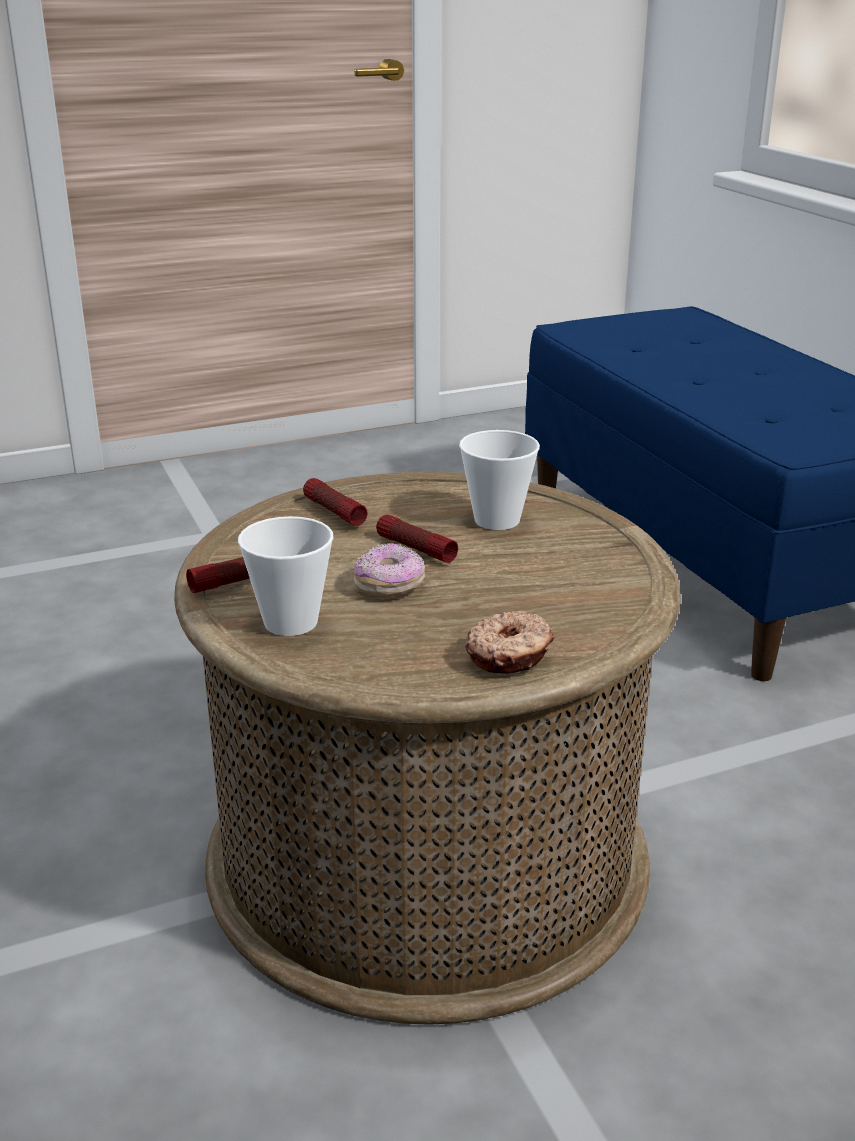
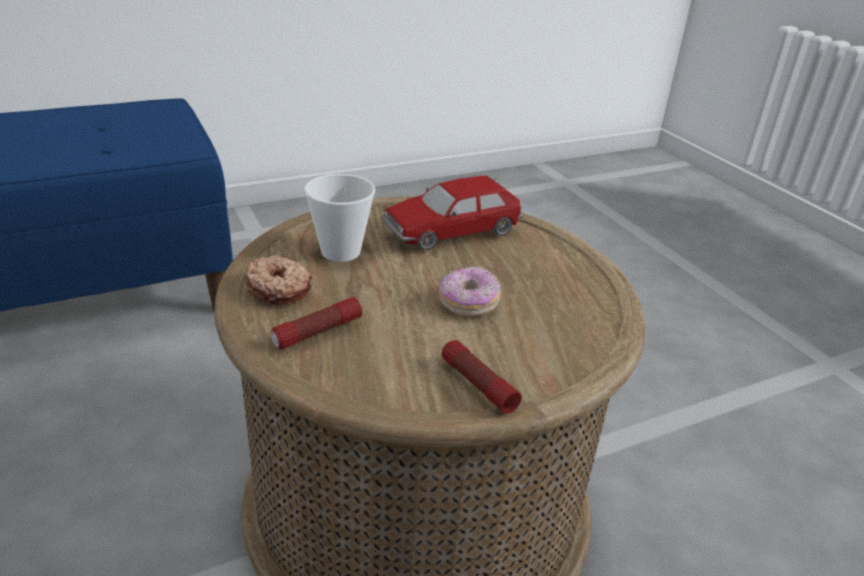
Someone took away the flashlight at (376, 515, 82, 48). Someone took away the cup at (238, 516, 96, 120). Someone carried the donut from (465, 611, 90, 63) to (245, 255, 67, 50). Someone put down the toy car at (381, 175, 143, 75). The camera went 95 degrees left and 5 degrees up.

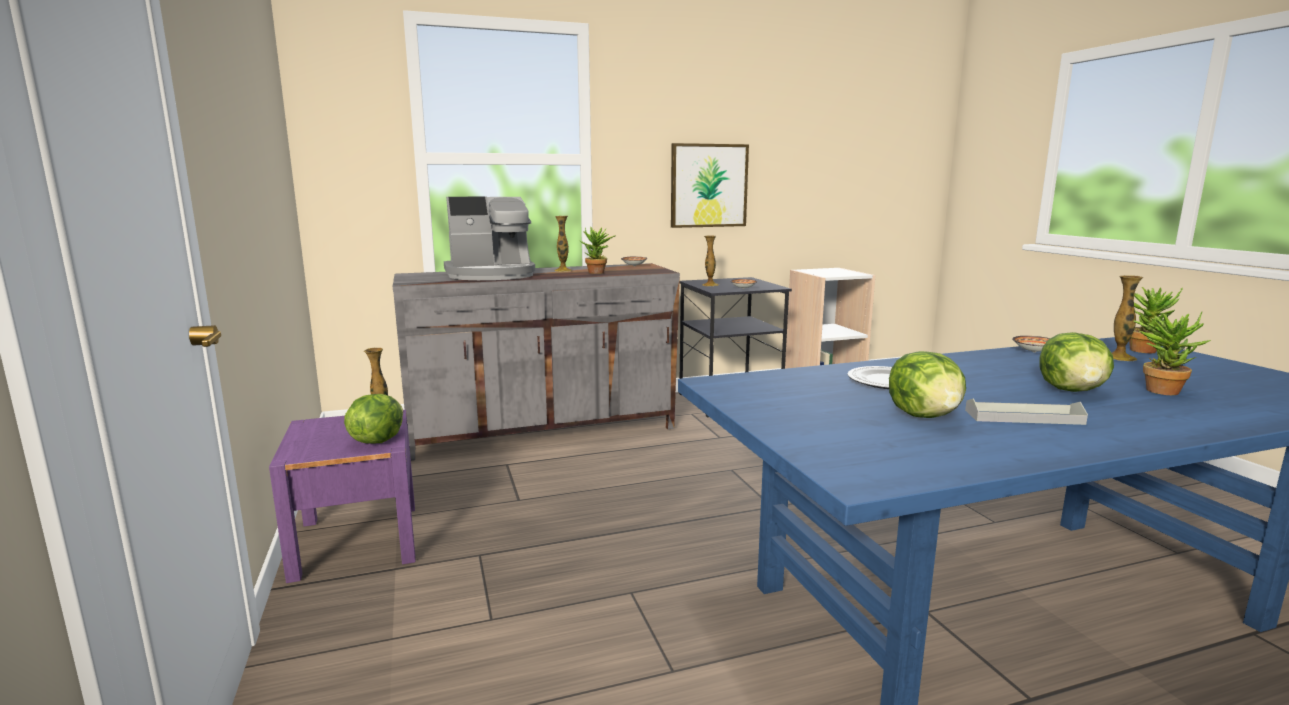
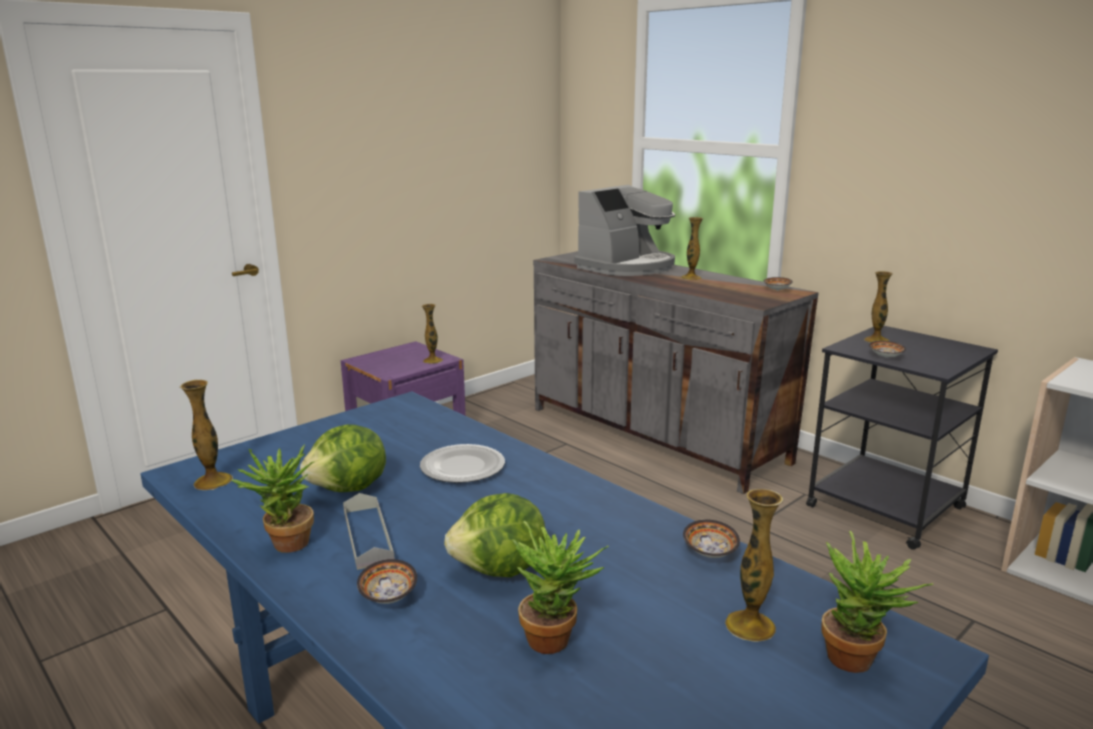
Someone took away the picture at (671, 143, 78, 85). Someone rotated the coffee machine at (444, 196, 91, 84) by 90 degrees counterclockwise. Someone carried the potted plant from (580, 227, 36, 47) to (231, 444, 84, 109). Someone took away the lettuce at (344, 394, 59, 50). Someone put down the vase at (180, 380, 53, 110). Someone put down the bowl at (357, 559, 60, 45). The camera went 65 degrees right and 5 degrees up.

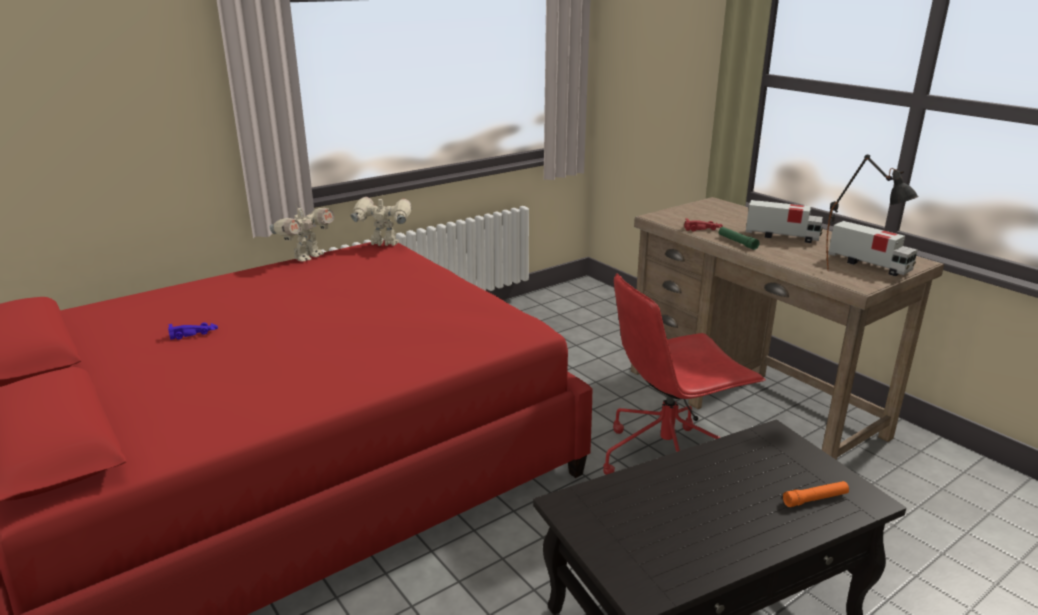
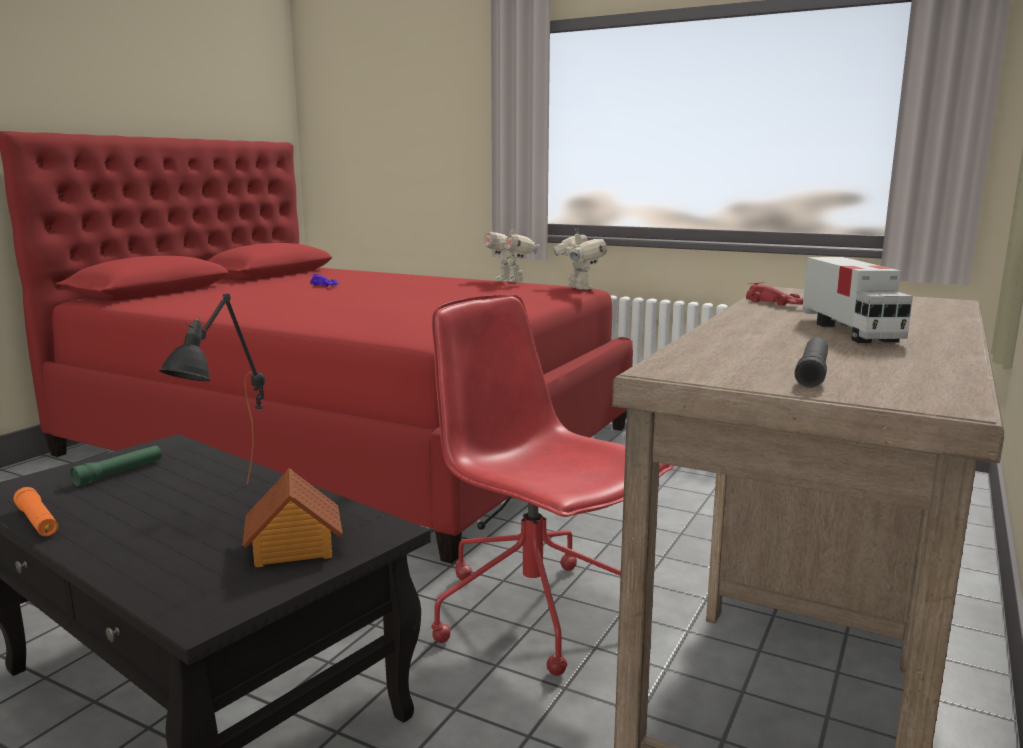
Someone carried the table lamp in black from (826, 154, 93, 117) to (159, 293, 106, 192). Someone rotated the toy robot at (270, 204, 64, 58) by 45 degrees clockwise. Someone swapped the toy truck at (828, 221, 89, 55) for the flashlight in black at (794, 338, 34, 50). Someone carried the flashlight in green from (719, 227, 41, 23) to (70, 446, 92, 40). Someone carried the flashlight in orange from (783, 481, 66, 26) to (13, 487, 45, 49). Someone put down the toy house at (242, 468, 101, 100). The camera went 65 degrees right and 10 degrees down.

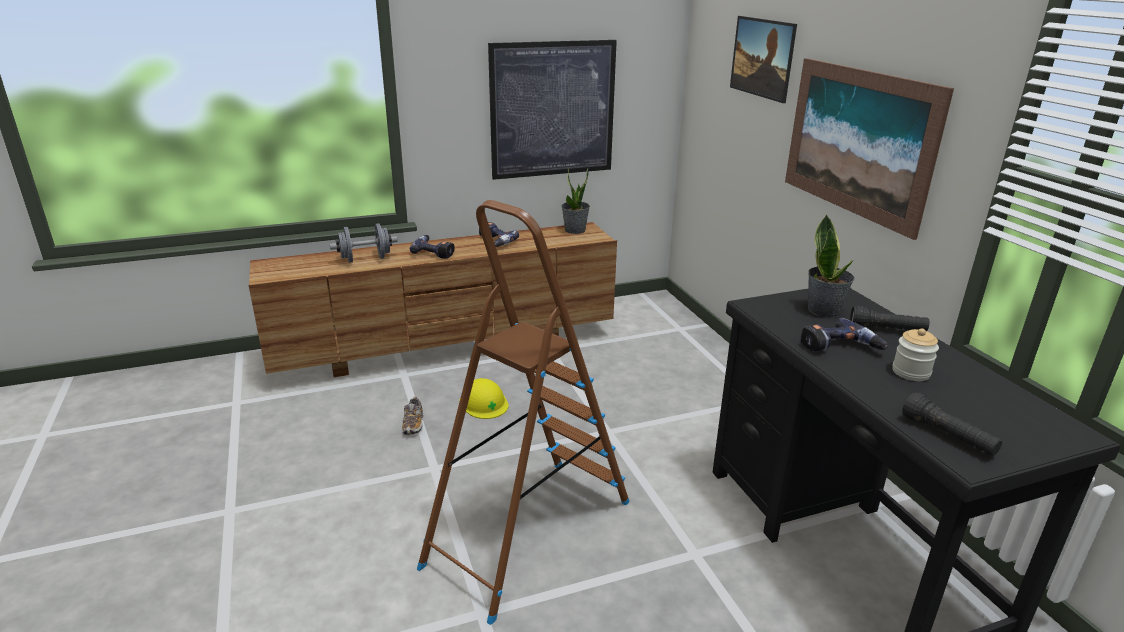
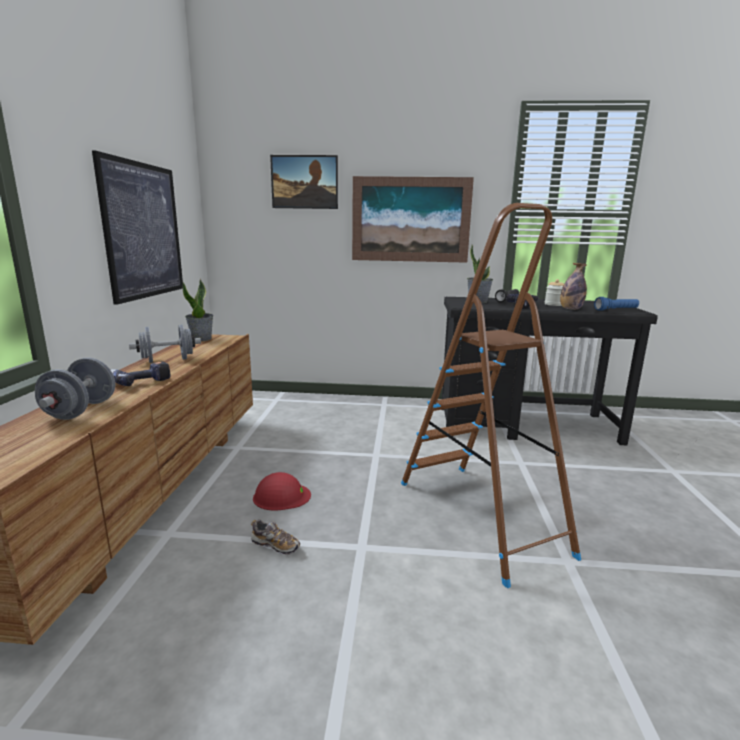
Someone swapped the power drill at (479, 222, 40, 25) for the dumbbell in grey at (129, 325, 72, 38). Someone repainted the hard hat in yellow at (459, 378, 50, 41), which became the hard hat in red at (253, 472, 58, 38). Someone repainted the flashlight in black at (902, 392, 100, 64), which became the flashlight in blue at (594, 297, 45, 14). Someone put down the bottle at (560, 263, 27, 47). The camera went 65 degrees left and 10 degrees down.

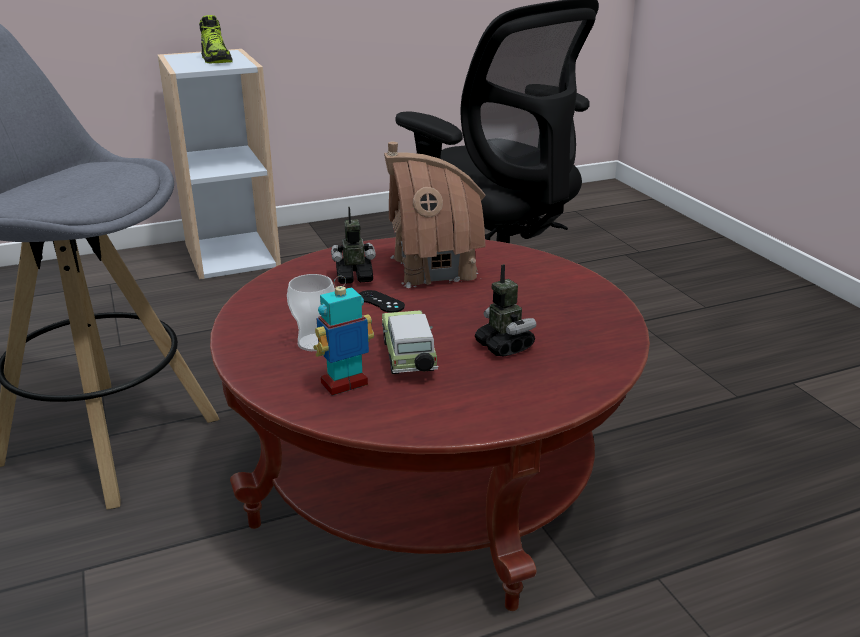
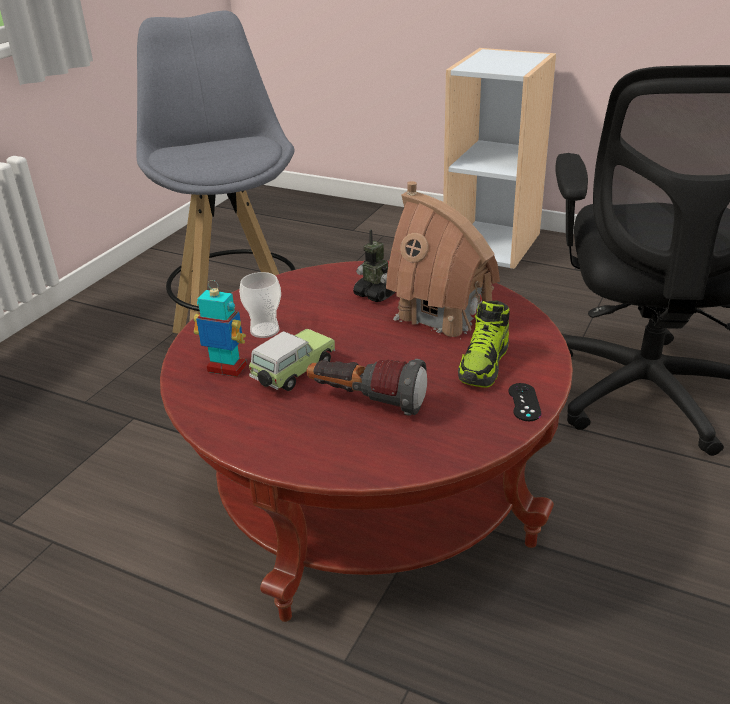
Someone carried the shoe from (199, 15, 33, 49) to (458, 300, 52, 87). Someone swapped the toy robot at (475, 264, 61, 93) for the flashlight at (307, 359, 120, 57). Someone carried the game controller in black from (359, 290, 46, 23) to (508, 383, 33, 38). The camera went 50 degrees right and 5 degrees up.

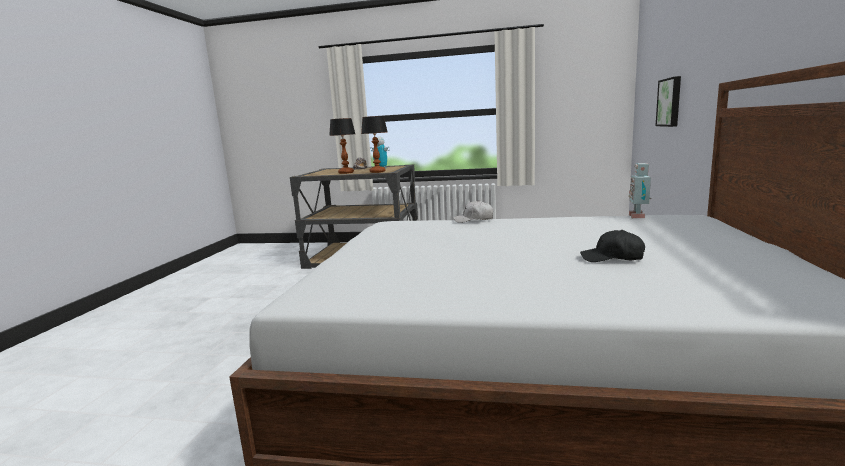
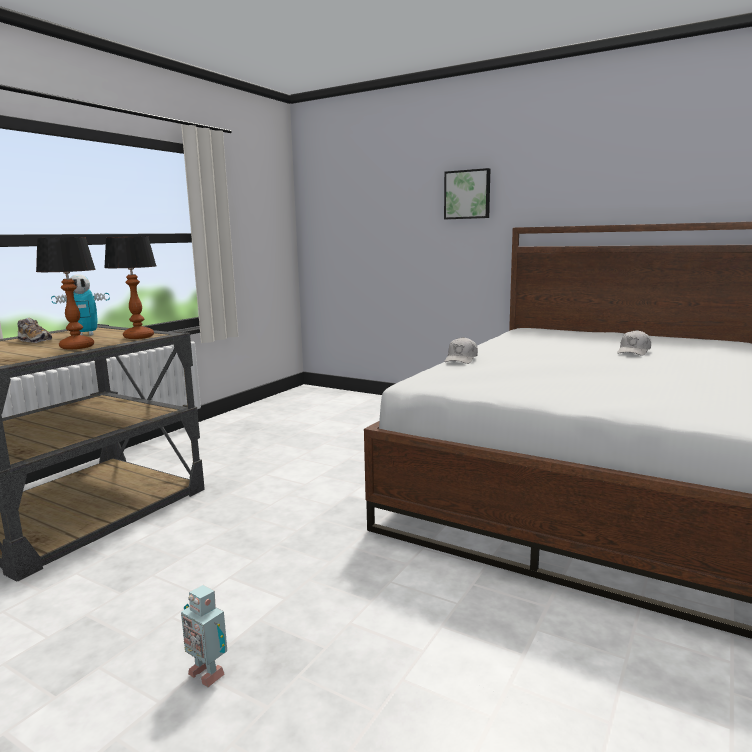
Someone carried the picture from (656, 76, 25, 51) to (444, 168, 46, 51). Someone carried the toy robot from (629, 163, 22, 55) to (181, 585, 46, 102). Someone repainted the cap in black at (580, 230, 65, 32), which became the cap in white at (617, 330, 34, 26). The camera went 70 degrees left and 0 degrees up.

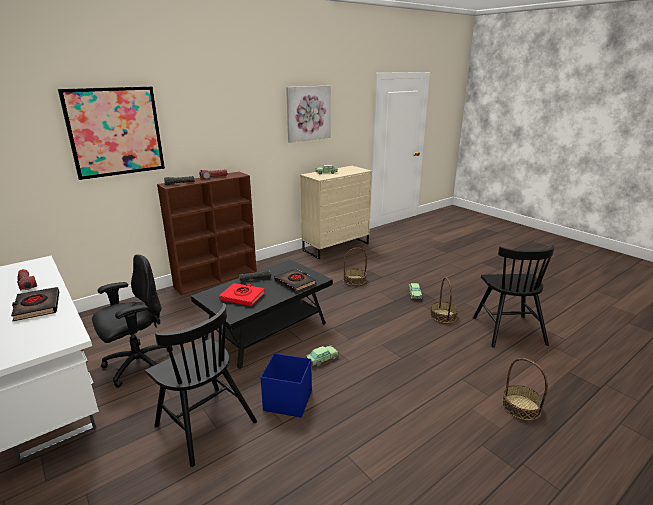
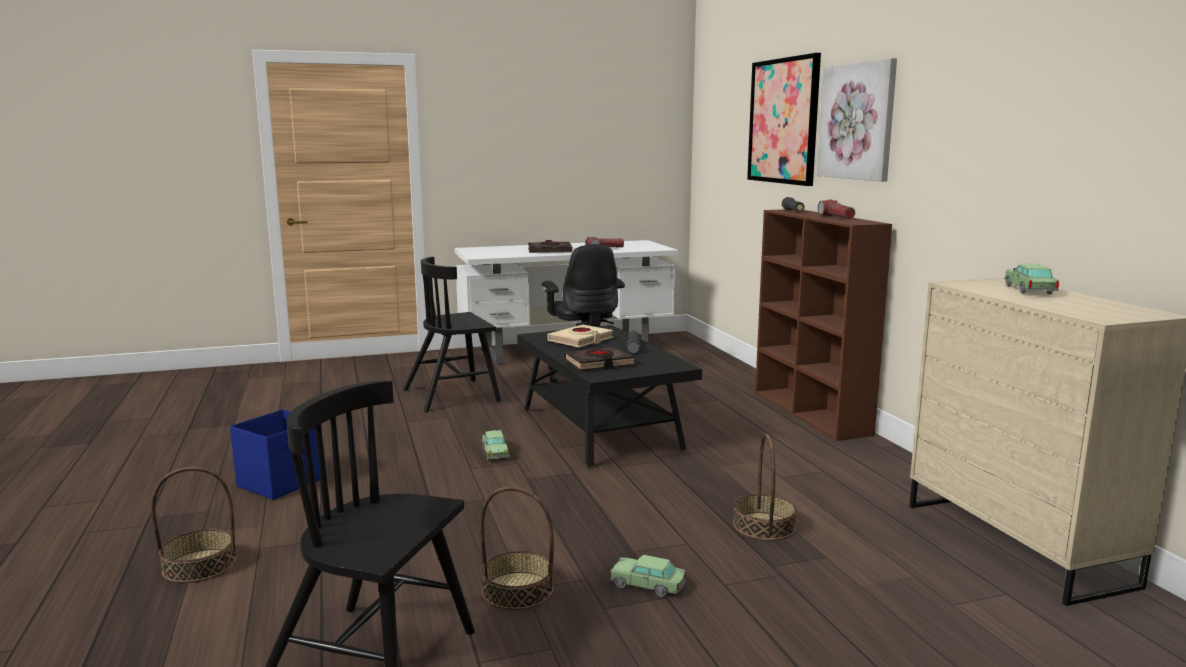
Someone carried the picture from (286, 86, 45, 57) to (816, 58, 81, 124). Someone repainted the book in red at (219, 283, 46, 23), which became the book in beige at (548, 325, 65, 22). Someone carried the storage box in blue from (260, 353, 52, 65) to (230, 409, 90, 91). The camera went 110 degrees right and 10 degrees down.

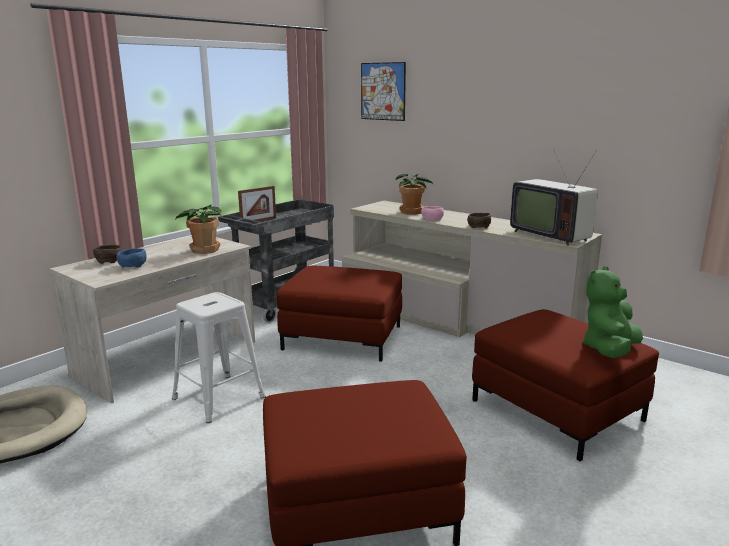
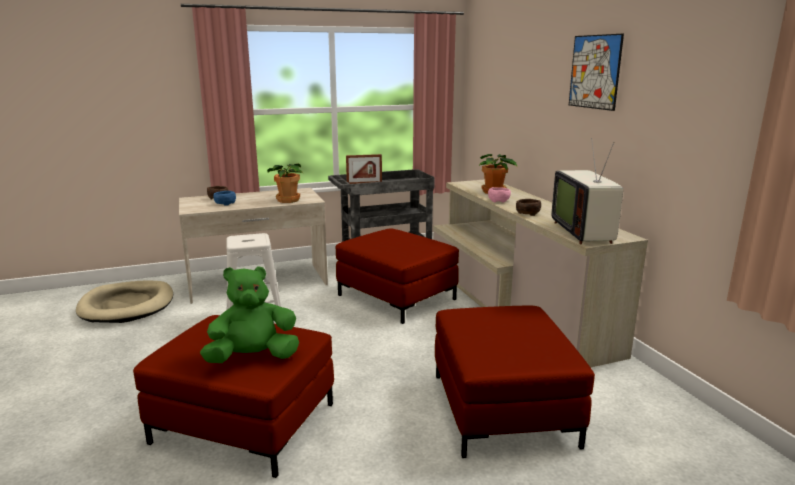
Someone carried the picture from (361, 62, 45, 59) to (569, 34, 55, 77). Someone carried the plush toy in green from (583, 266, 60, 92) to (200, 266, 99, 97). The camera went 30 degrees right and 0 degrees up.

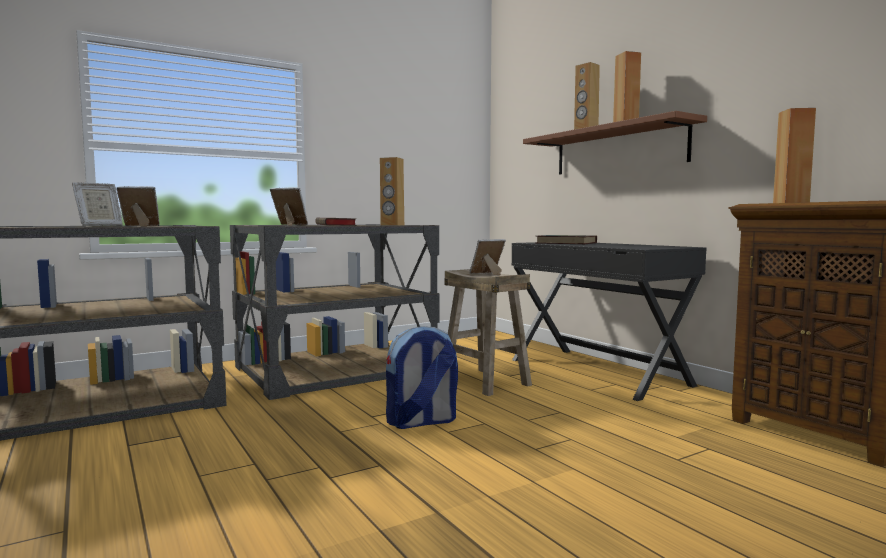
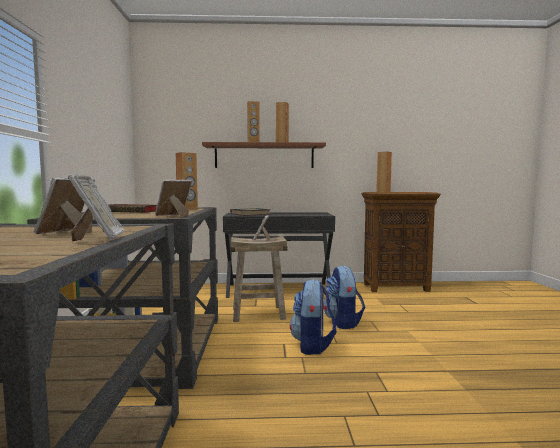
Someone put down the backpack at (323, 266, 42, 63). The camera went 60 degrees left and 0 degrees up.

